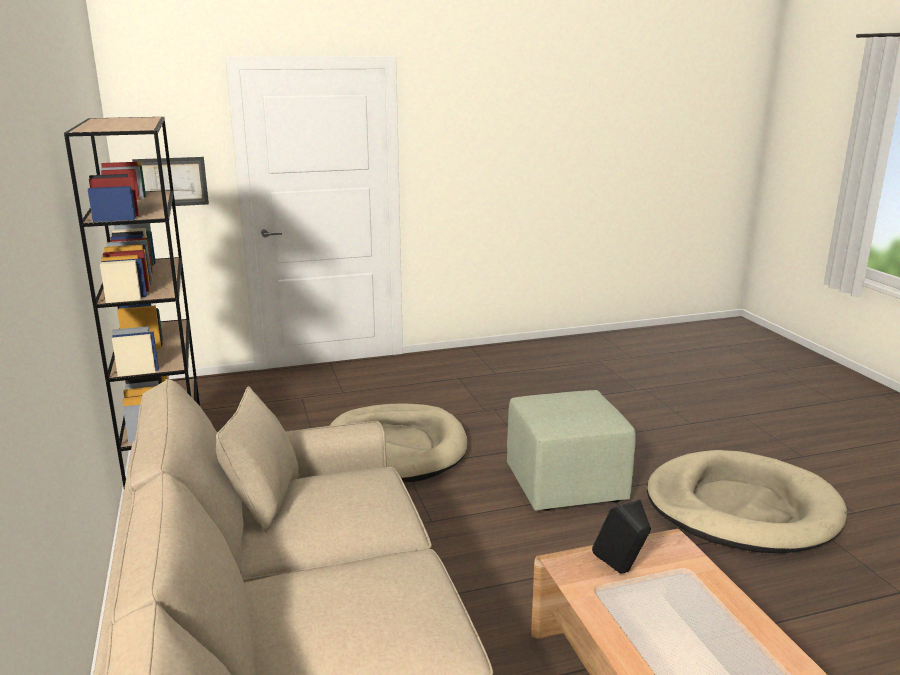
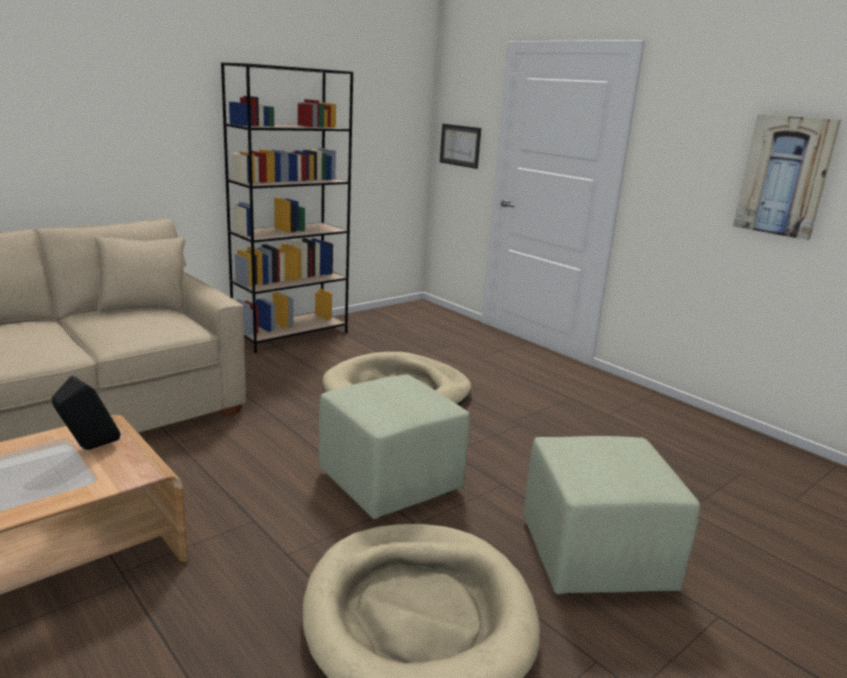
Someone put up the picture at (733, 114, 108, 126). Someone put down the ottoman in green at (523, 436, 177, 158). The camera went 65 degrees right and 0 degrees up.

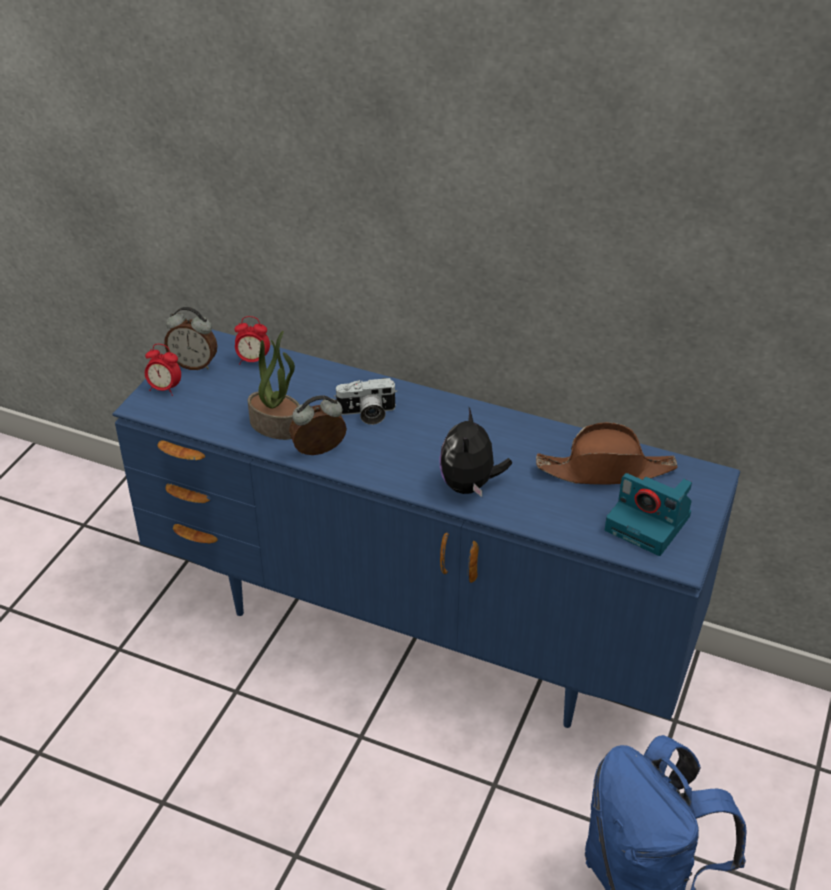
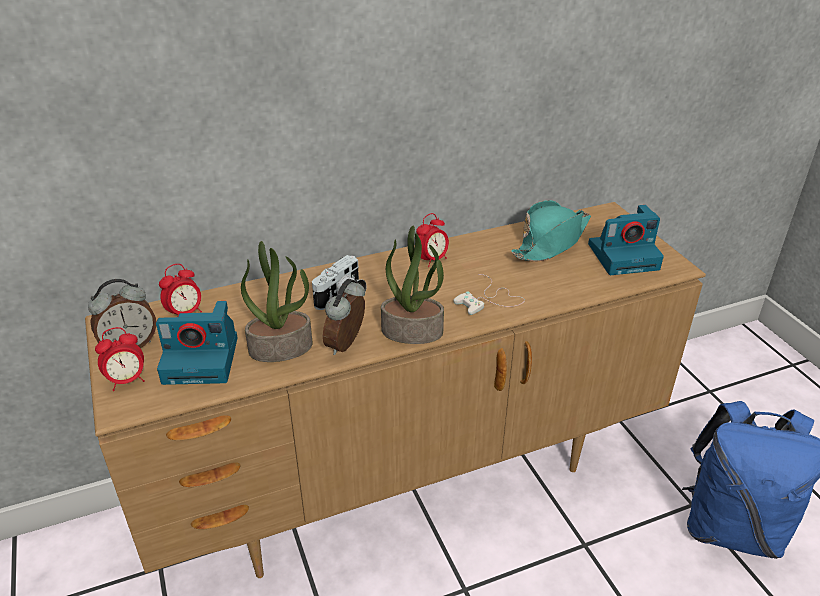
Someone repainted the dresser in blue at (113, 330, 627, 398), which became the dresser in brown at (85, 202, 621, 376). Someone swapped the plush toy at (439, 408, 73, 89) for the game controller in white at (453, 274, 72, 41). Someone repainted the hat in brown at (536, 422, 142, 63), which became the hat in turquoise at (511, 200, 80, 61). Someone put down the alarm clock at (416, 213, 33, 54). Someone put down the potted plant at (381, 225, 63, 119). Someone put down the photo camera at (156, 301, 82, 84). The camera went 45 degrees left and 5 degrees down.

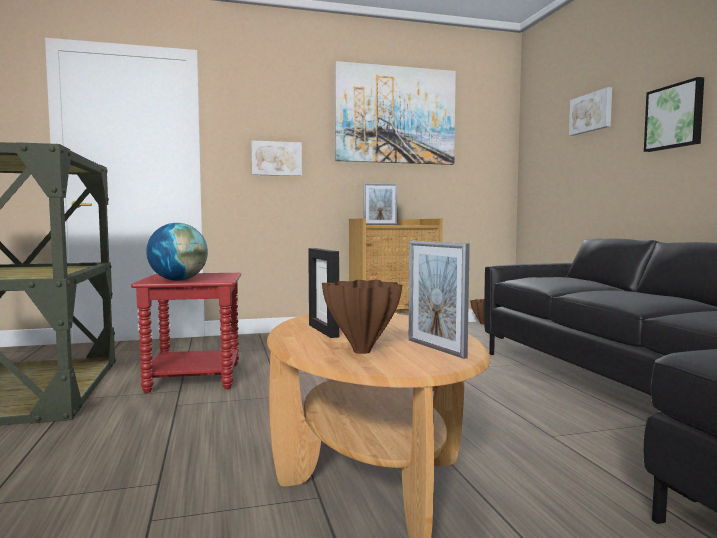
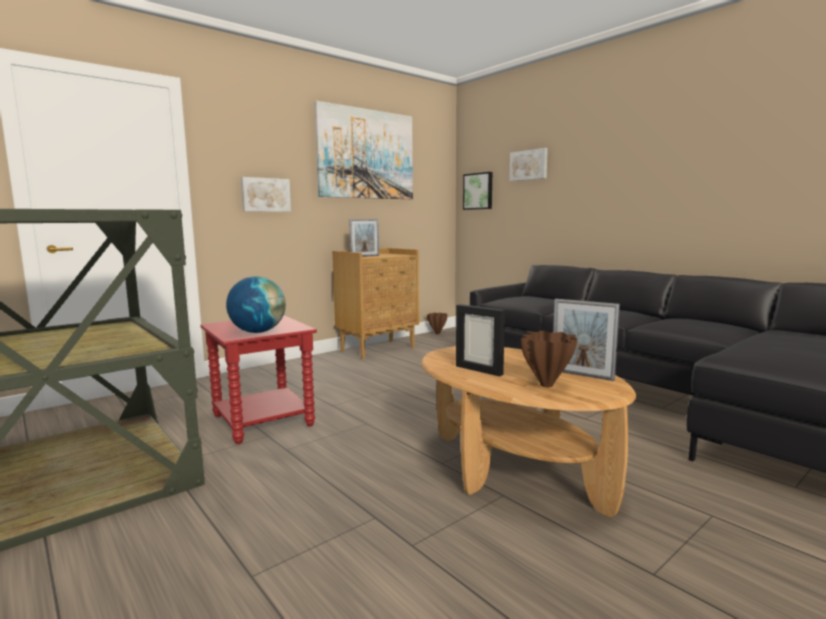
Someone carried the picture from (644, 77, 60, 75) to (463, 172, 29, 38). The camera went 25 degrees left and 5 degrees up.

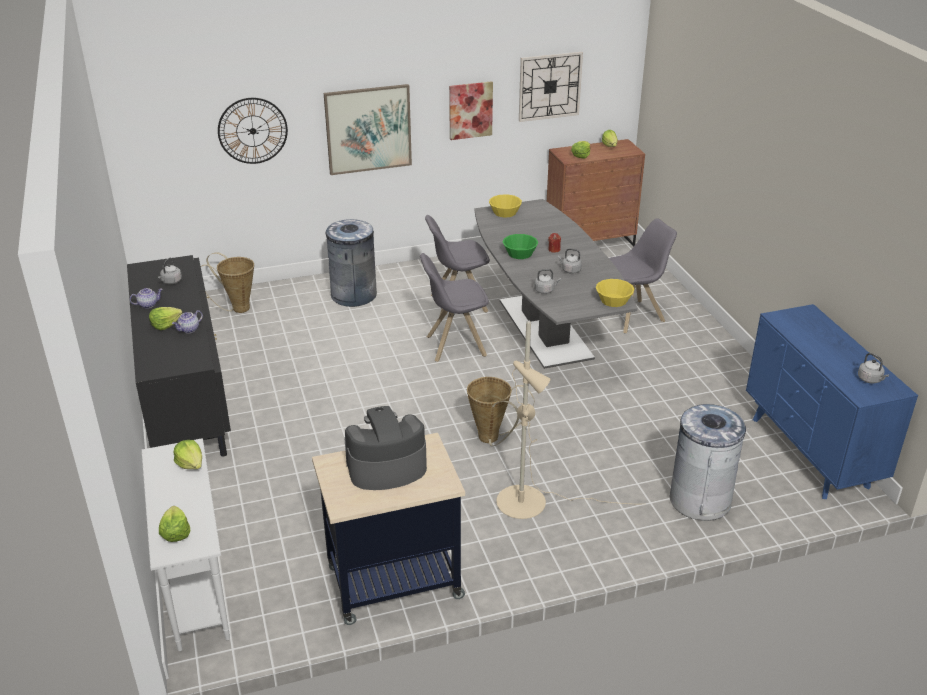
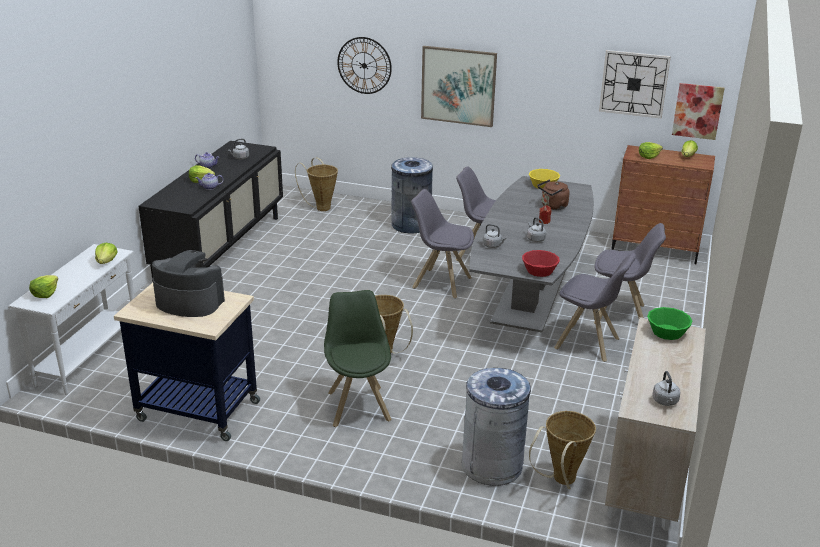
Someone carried the picture from (449, 81, 44, 59) to (672, 83, 53, 57). Someone carried the bowl in green from (503, 234, 35, 25) to (647, 307, 45, 33). Someone repainted the bowl in yellow at (596, 279, 39, 28), which became the bowl in red at (522, 250, 38, 27). Someone repainted the dresser in blue at (746, 304, 172, 195), which became the dresser in white at (605, 317, 101, 214). Someone swapped the floor lamp in beige at (496, 321, 145, 198) for the chair in green at (324, 290, 68, 137). Someone put down the kettle in brown at (537, 180, 33, 30). Someone put down the chair in grey at (554, 253, 82, 109). Someone put down the basket at (529, 411, 67, 78). The camera went 35 degrees right and 5 degrees down.

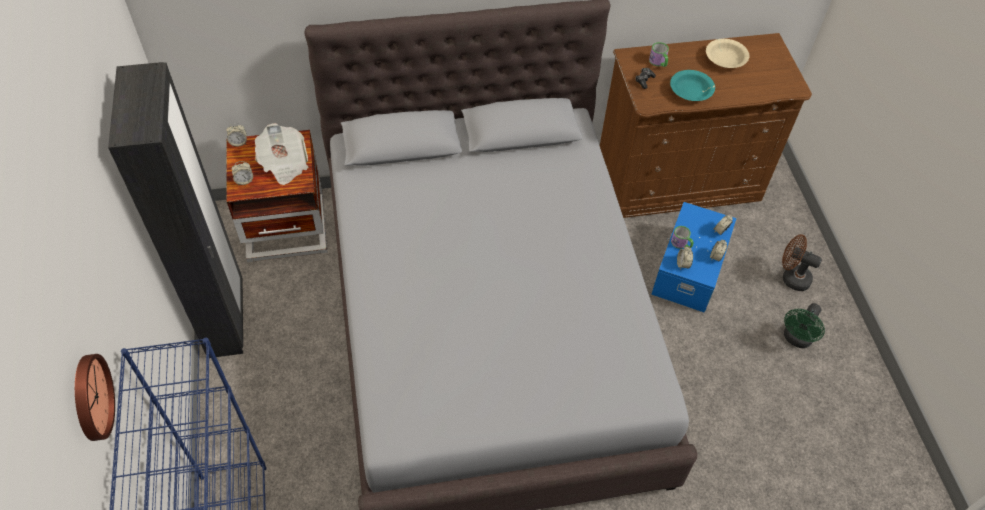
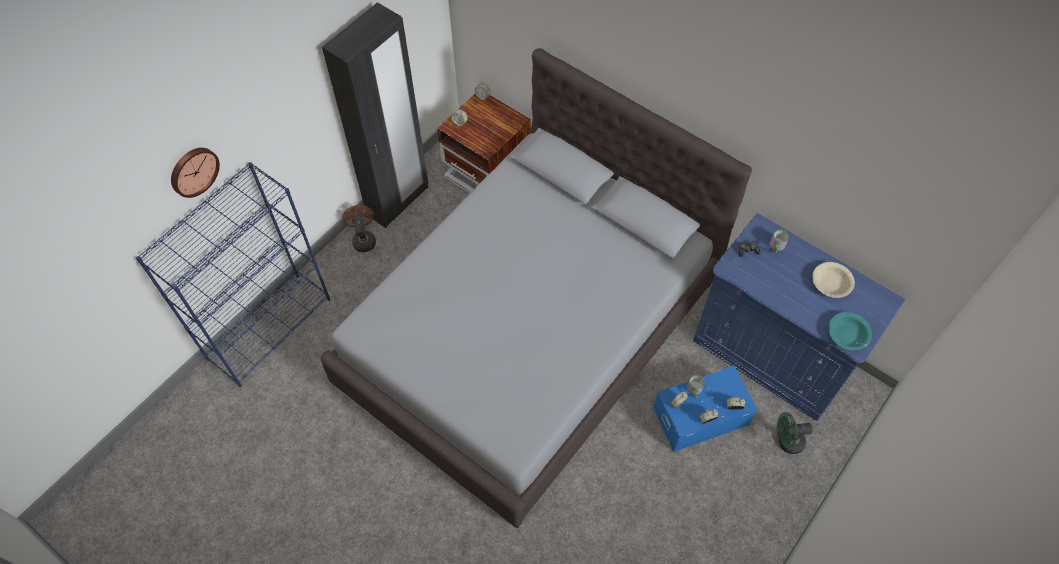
Someone repainted the dresser in brown at (600, 33, 212, 185), which became the dresser in blue at (693, 213, 212, 208). Someone carried the bowl in turquoise from (670, 70, 45, 31) to (828, 312, 44, 38). Someone took away the newspaper at (255, 123, 54, 62). Someone carried the fan in brown from (782, 234, 40, 57) to (342, 205, 34, 47). Someone carried the fan in green from (784, 303, 41, 45) to (777, 412, 36, 42). The camera went 50 degrees right and 5 degrees up.

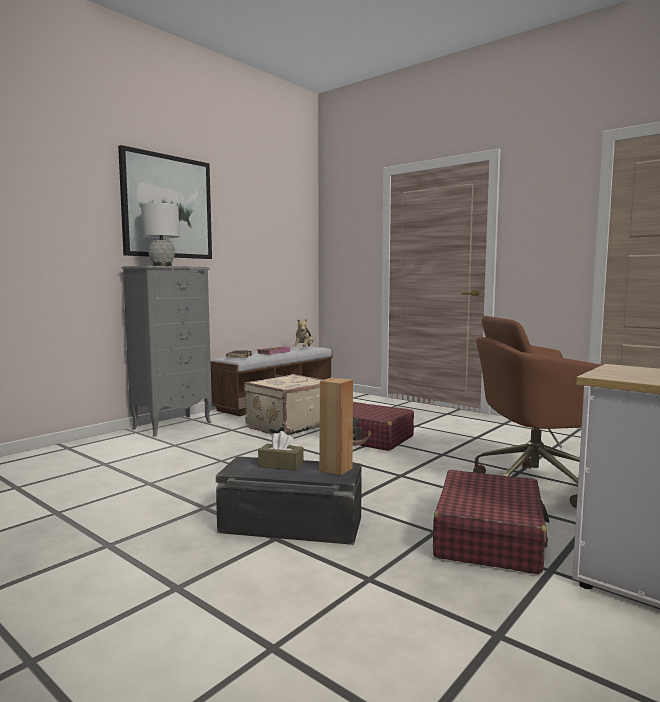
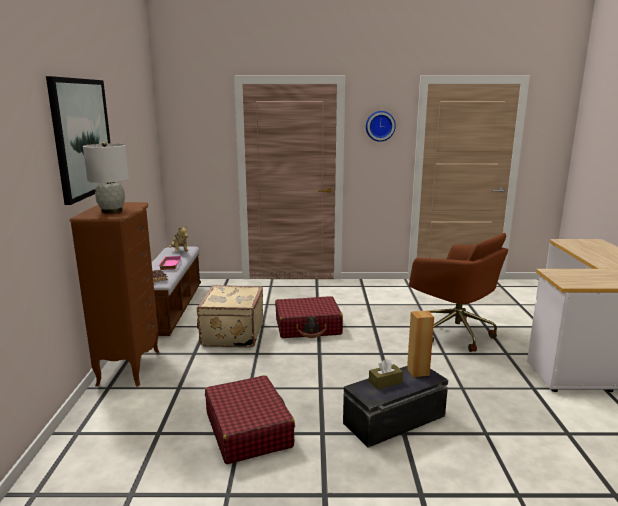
Someone repainted the dresser in grey at (121, 266, 91, 171), which became the dresser in brown at (70, 202, 89, 184). Someone rotated the office chair in brown at (473, 316, 129, 192) by 90 degrees counterclockwise. Someone carried the suitcase in red from (433, 470, 116, 104) to (205, 375, 90, 89). Someone put up the wall clock at (366, 111, 30, 31). The camera went 40 degrees left and 10 degrees up.

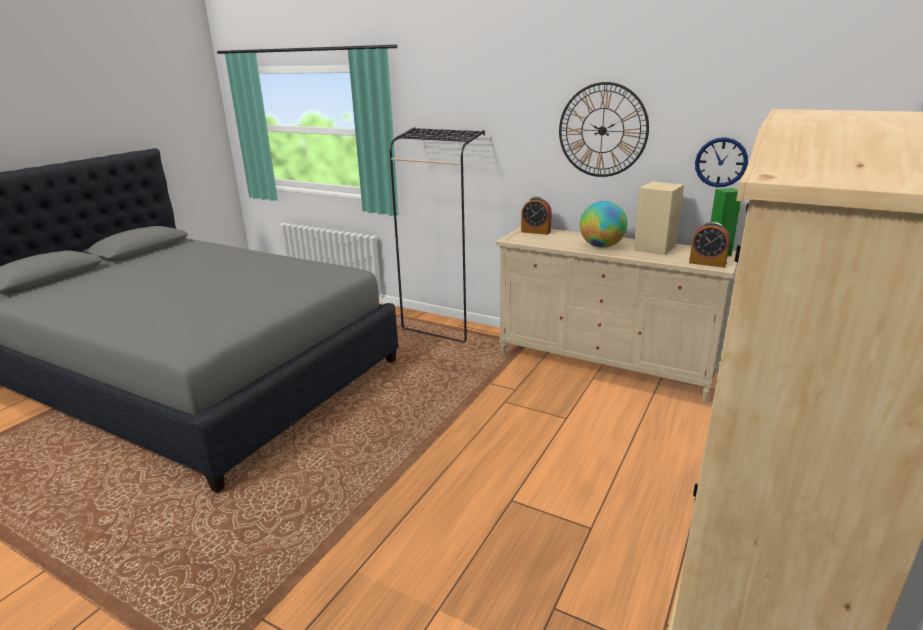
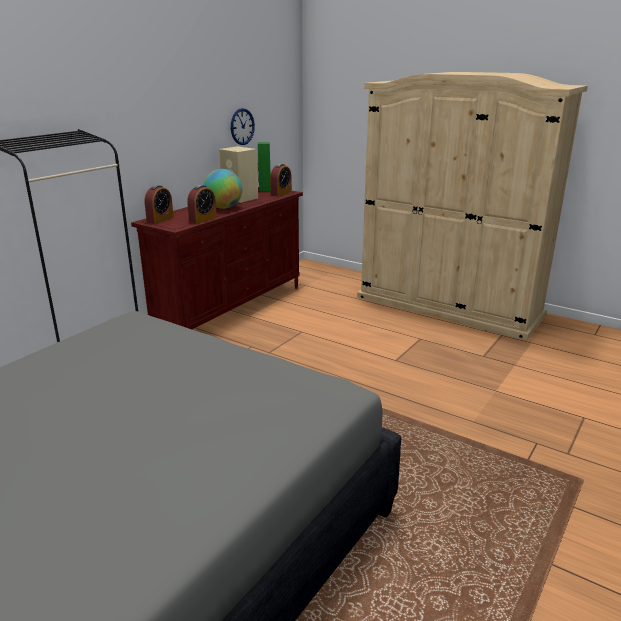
Someone took away the wall clock at (559, 82, 90, 95). Someone repainted the dresser in beige at (496, 226, 242, 177), which became the dresser in red at (131, 187, 172, 142). Someone put down the alarm clock at (187, 185, 30, 39). The camera went 85 degrees left and 0 degrees up.

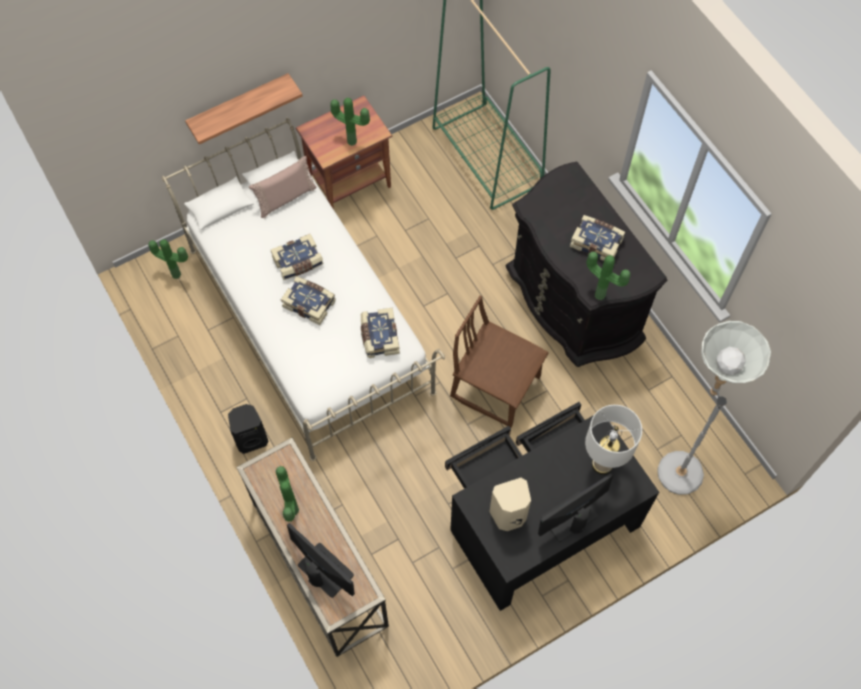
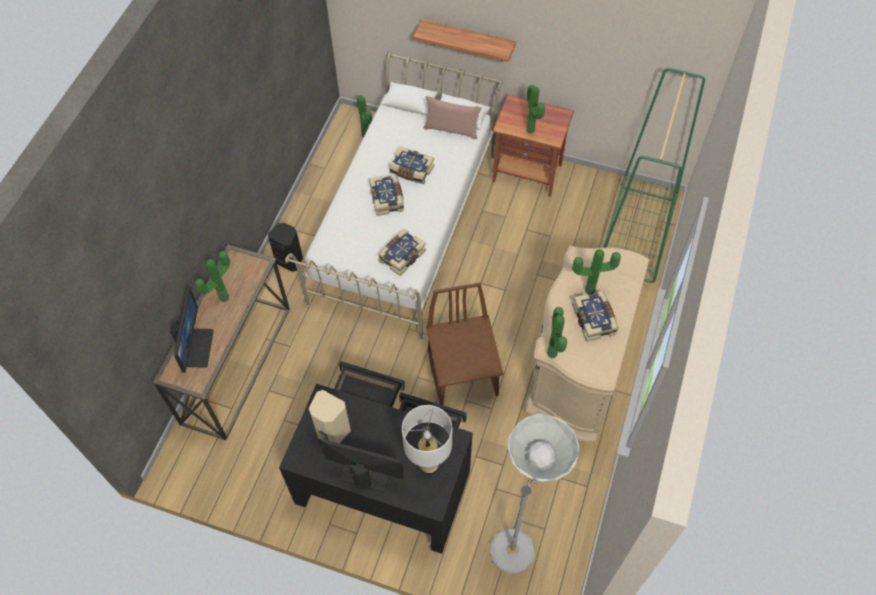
Someone repainted the dresser in black at (506, 162, 161, 205), which became the dresser in beige at (525, 246, 124, 196). Someone put down the potted plant at (572, 249, 49, 46). The camera went 50 degrees right and 5 degrees down.

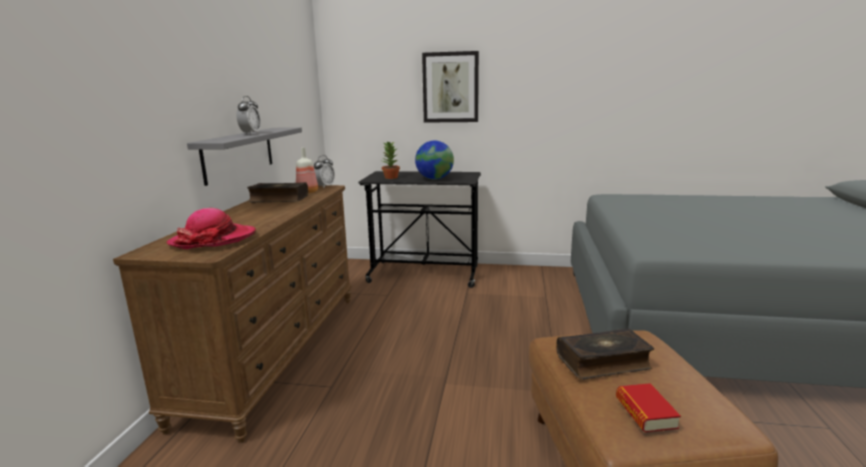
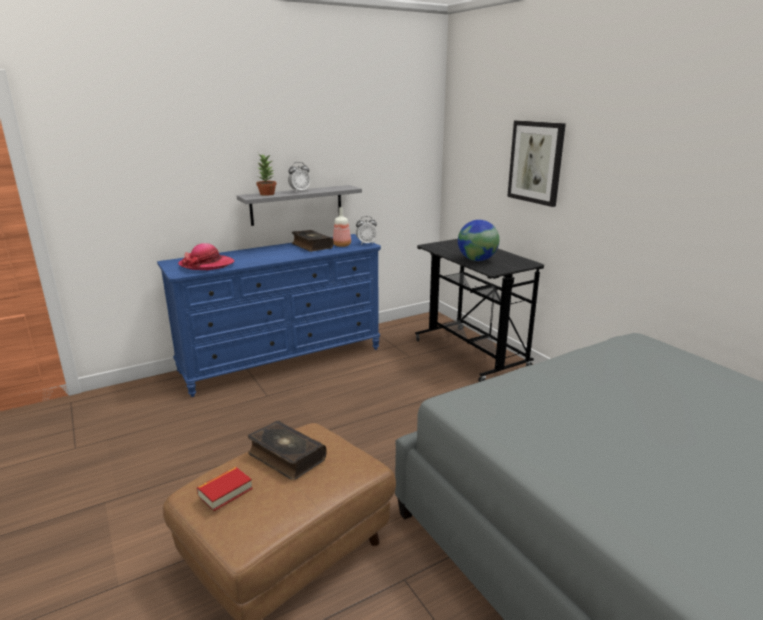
Someone carried the potted plant from (382, 141, 18, 38) to (256, 154, 20, 42). Someone repainted the dresser in brown at (113, 185, 239, 258), which became the dresser in blue at (157, 234, 224, 163). The camera went 50 degrees right and 5 degrees up.

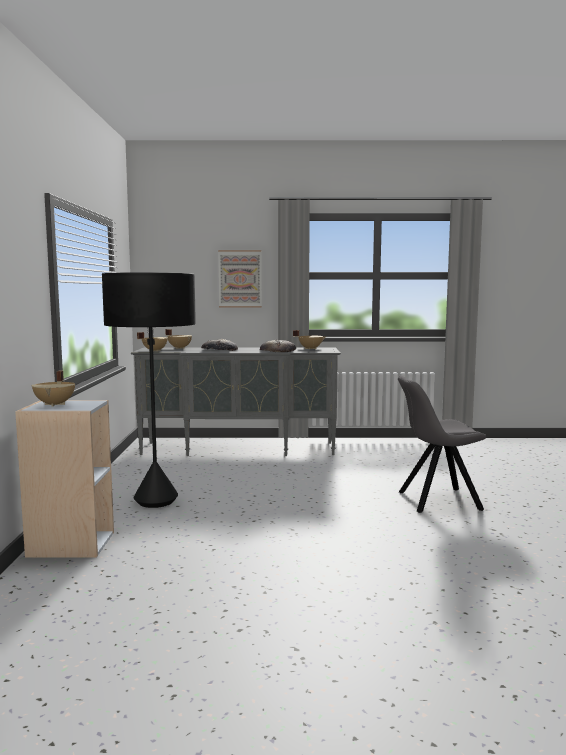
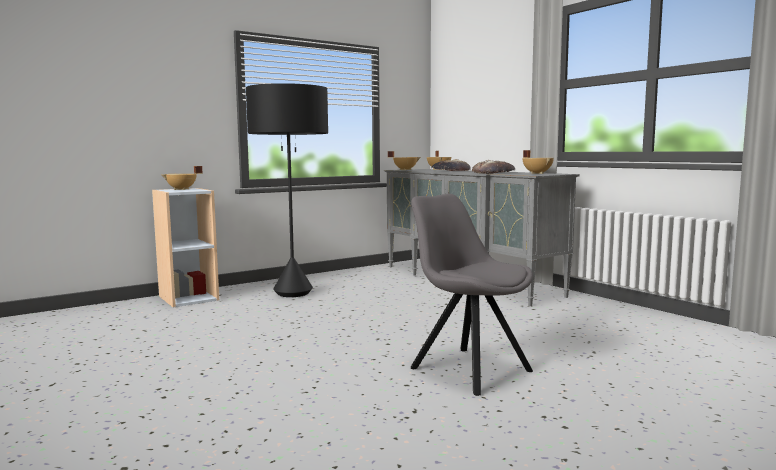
Someone took away the picture at (218, 250, 44, 57). The camera went 55 degrees right and 0 degrees up.

